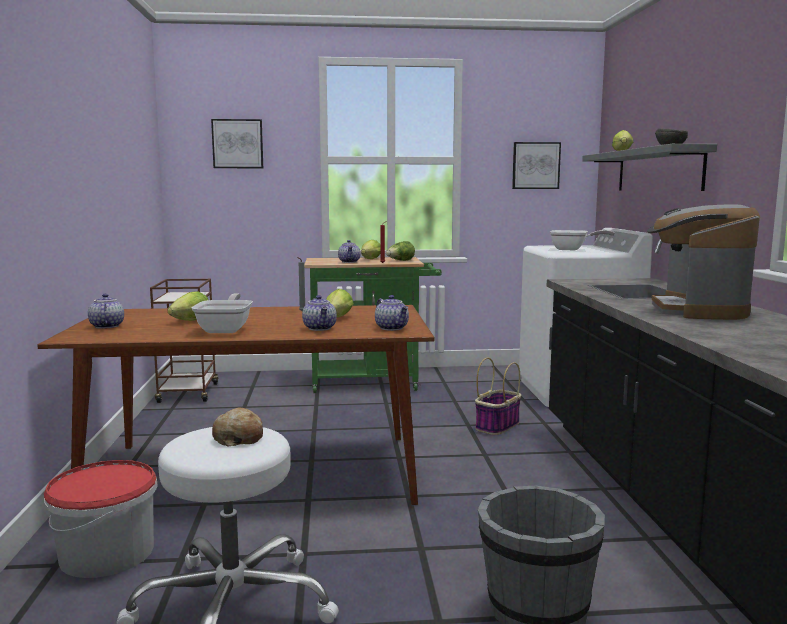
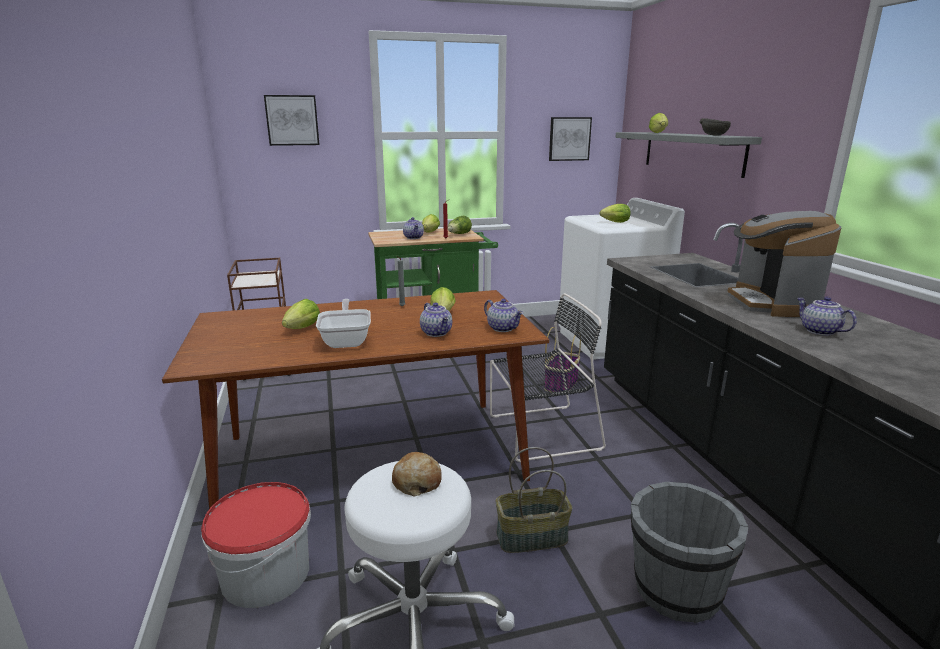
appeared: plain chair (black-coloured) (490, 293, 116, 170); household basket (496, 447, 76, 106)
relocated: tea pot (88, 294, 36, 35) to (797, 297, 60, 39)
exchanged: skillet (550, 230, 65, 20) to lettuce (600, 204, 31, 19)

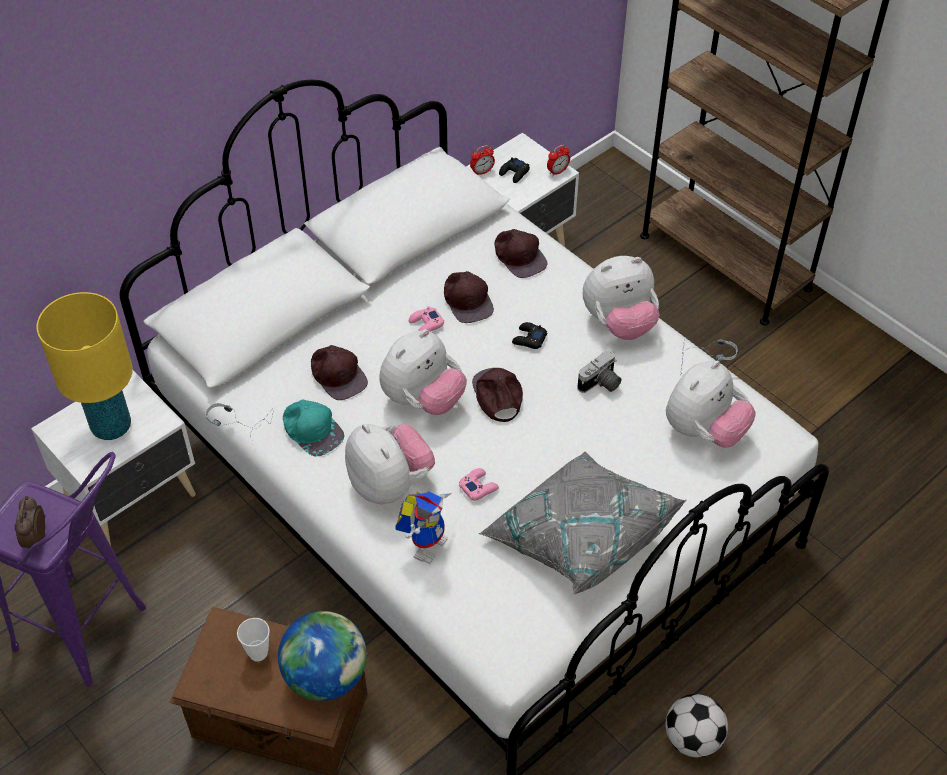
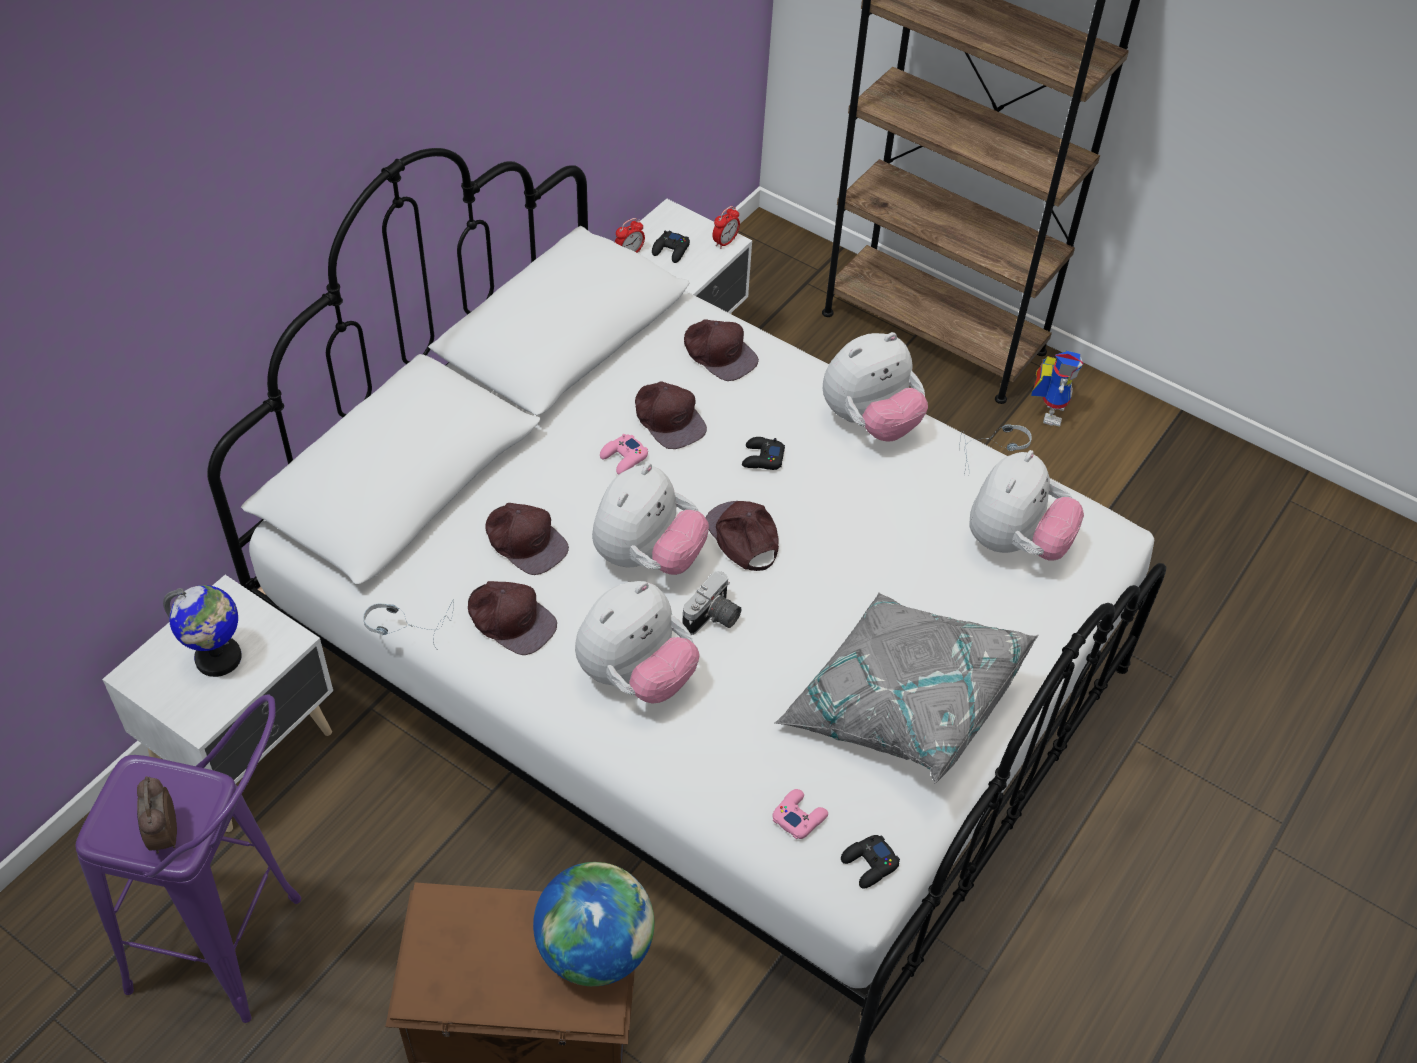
missing: cup (237, 618, 33, 43); football ball (665, 694, 63, 64)
appeared: joypad (black-coloured) (841, 835, 59, 54)
relocated: still camera (577, 350, 44, 43) to (682, 571, 59, 64); joypad (pink) (459, 468, 40, 33) to (772, 789, 56, 50); toy robot (395, 491, 57, 73) to (1031, 350, 52, 77)
exchanged: table lamp (yellowish) (36, 292, 97, 148) to world globe (163, 585, 79, 92)
colour: cap (turquoise-coloured) (283, 399, 61, 58) to cap (brown) (468, 581, 89, 74)
spun: soft toy (345, 424, 90, 80) = (575, 581, 125, 122) 90 degrees clockwise

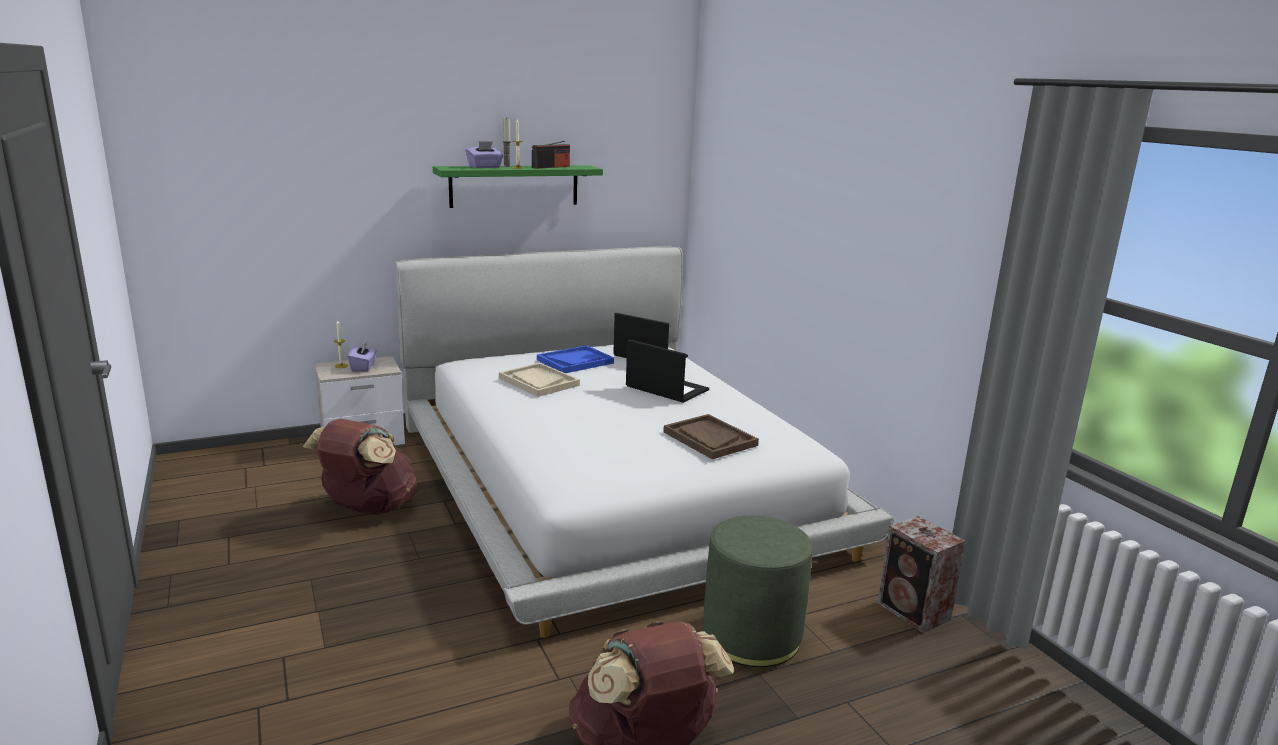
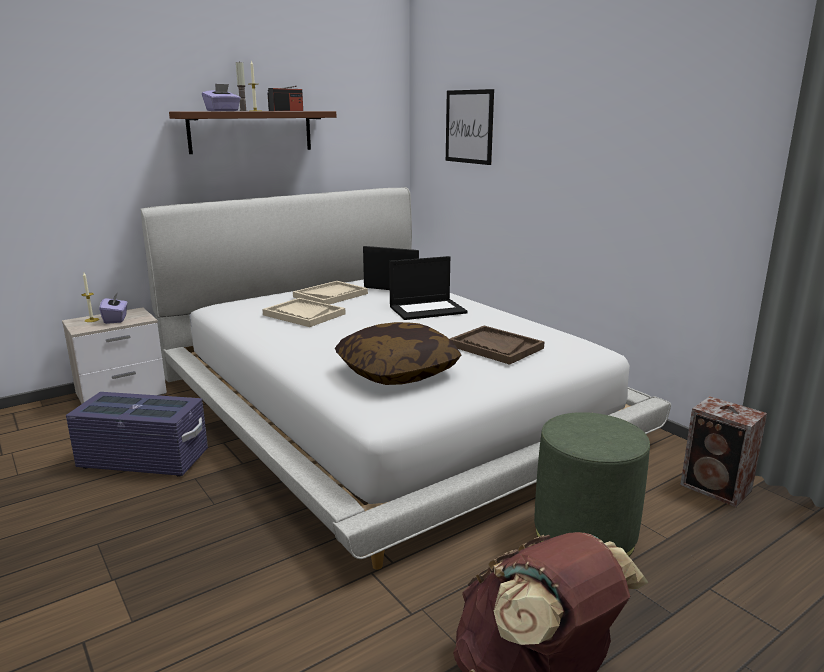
appeared: wall picture (446, 89, 48, 76); pillow (335, 322, 126, 63)
exchanged: backpack (brown) (303, 419, 115, 96) to storage container (purple) (66, 392, 142, 85)
colour: wall shelf (green) (433, 165, 170, 43) to wall shelf (brown) (169, 111, 167, 43); serving tray (bluish) (537, 345, 77, 28) to serving tray (beige-coloured) (293, 281, 75, 24)
spun: notebook computer (626, 339, 83, 64) = (389, 256, 79, 64) 135 degrees clockwise

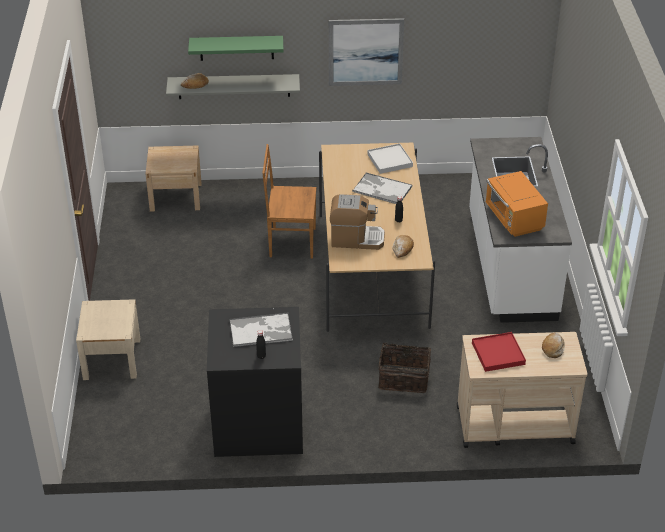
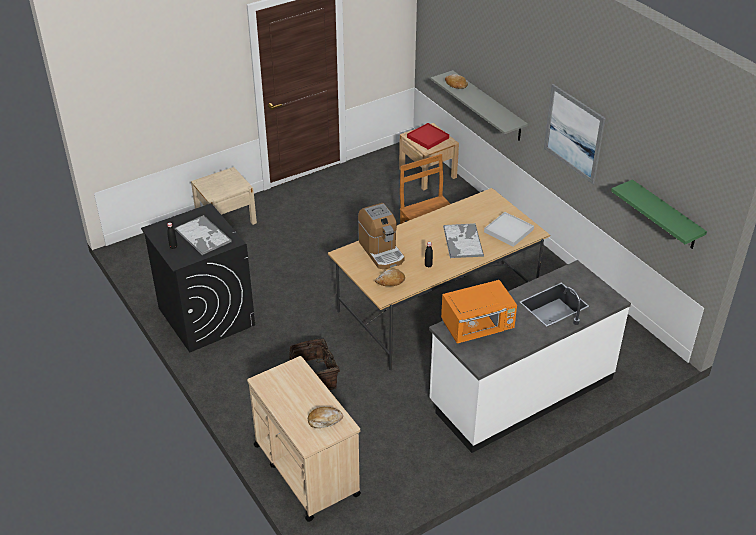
relocated: wall shelf (green) (188, 36, 96, 25) to (611, 180, 96, 69); serving tray (red) (472, 332, 54, 40) to (407, 123, 42, 27)
spun: microwave (orange-coloured) (485, 171, 63, 66) = (441, 280, 76, 64) 150 degrees counterclockwise

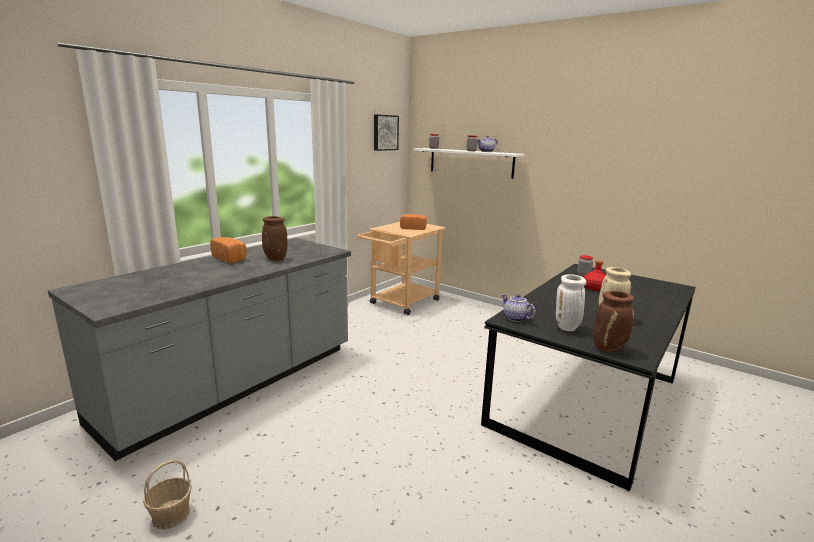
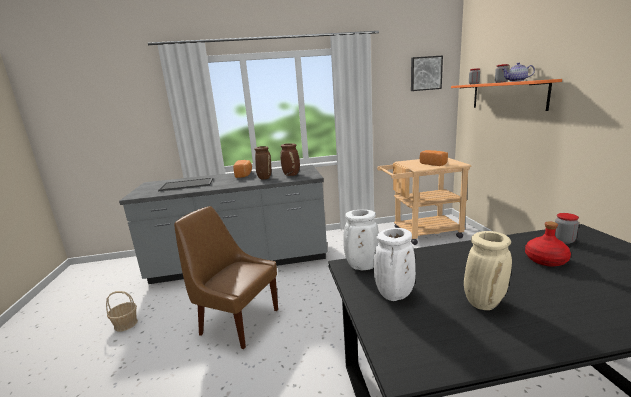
appeared: serving tray (158, 177, 55, 14); plain chair (brown) (174, 206, 104, 143)
relocated: flower vase (brown) (593, 291, 42, 61) to (280, 143, 20, 33)
exchanged: tea pot (502, 294, 34, 28) to flower vase (white) (343, 210, 36, 60)
colour: wall shelf (white) (413, 148, 112, 31) to wall shelf (orange-coloured) (451, 79, 111, 32)

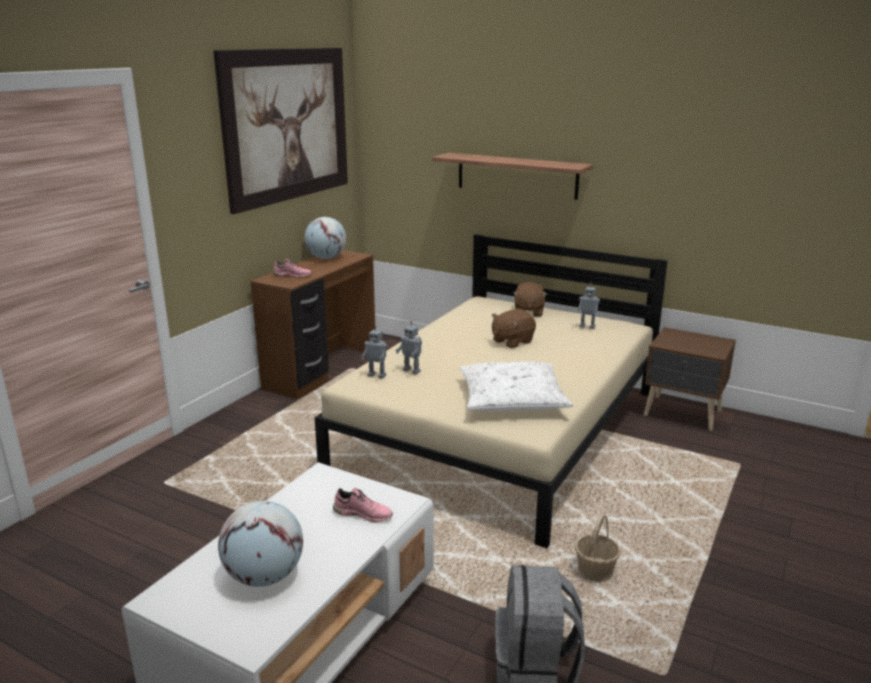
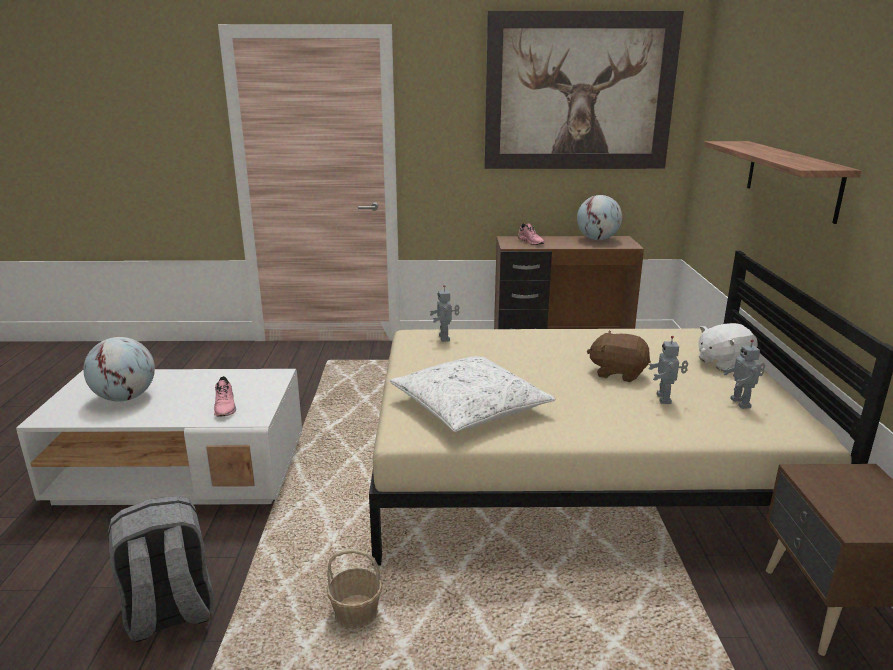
relocated: toy robot (396, 321, 26, 53) to (648, 336, 40, 68)
colour: soft toy (brown) (513, 282, 34, 35) to soft toy (white) (698, 323, 60, 48)

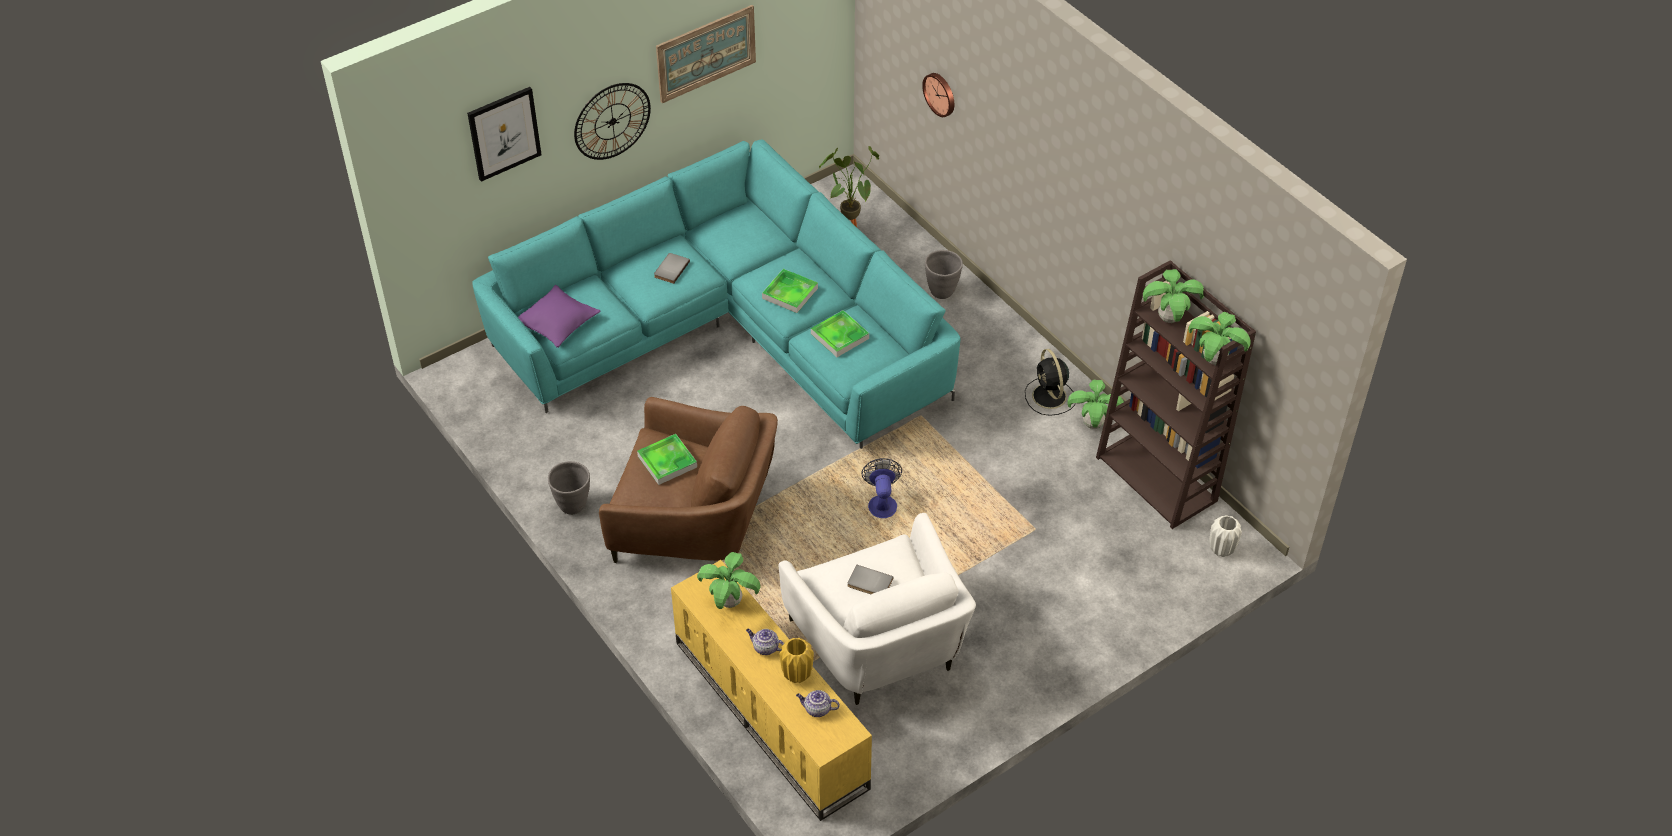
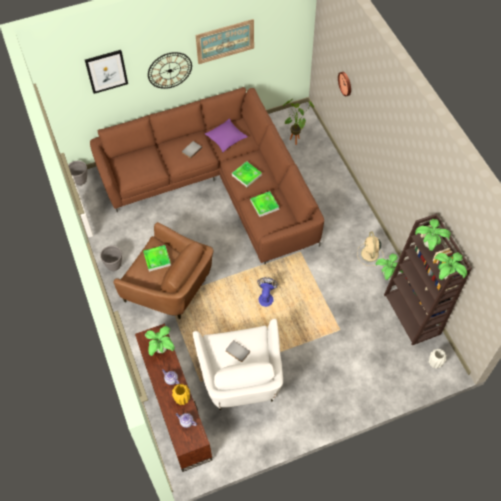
relocated: plant pot (grey) (925, 250, 38, 49) to (68, 161, 19, 25); pillow (purple) (518, 285, 83, 63) to (205, 119, 43, 33)
colour: sofa (turquoise-coloured) (472, 139, 489, 310) to sofa (brown) (90, 87, 234, 177); electric fan (black-coloured) (1025, 349, 51, 67) to electric fan (beige-coloured) (357, 231, 27, 35); tv unit (yellowish) (671, 560, 201, 261) to tv unit (brown) (135, 323, 78, 149)

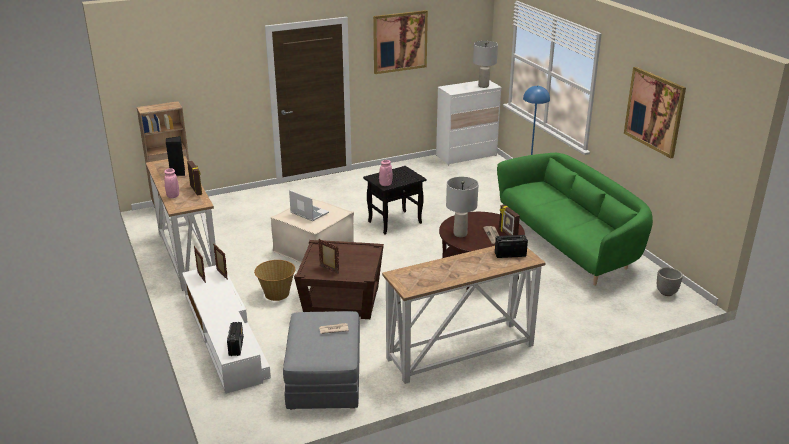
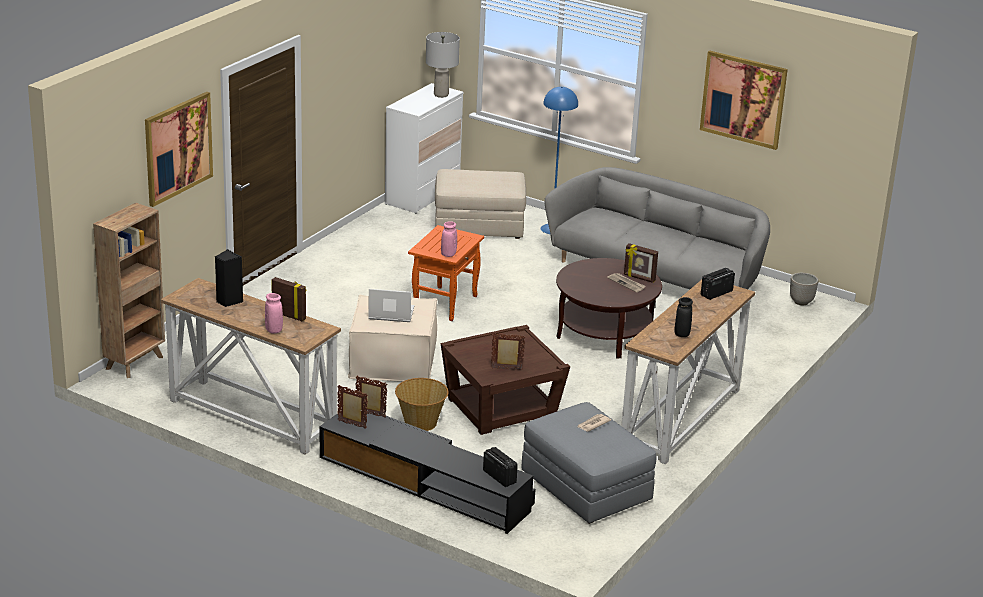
missing: table lamp (grey) (446, 177, 33, 60)
appeared: pouffe (beige-coloured) (435, 169, 91, 70); flower vase (black-coloured) (675, 297, 18, 40)
relocated: wall picture (373, 10, 55, 64) to (145, 92, 68, 115)
colour: sofa (green) (497, 153, 156, 133) to sofa (grey) (545, 167, 225, 122); accent table (black-coloured) (363, 166, 64, 69) to accent table (orange-coloured) (408, 225, 76, 96); tv unit (white) (182, 265, 89, 129) to tv unit (black-coloured) (320, 410, 216, 124)

